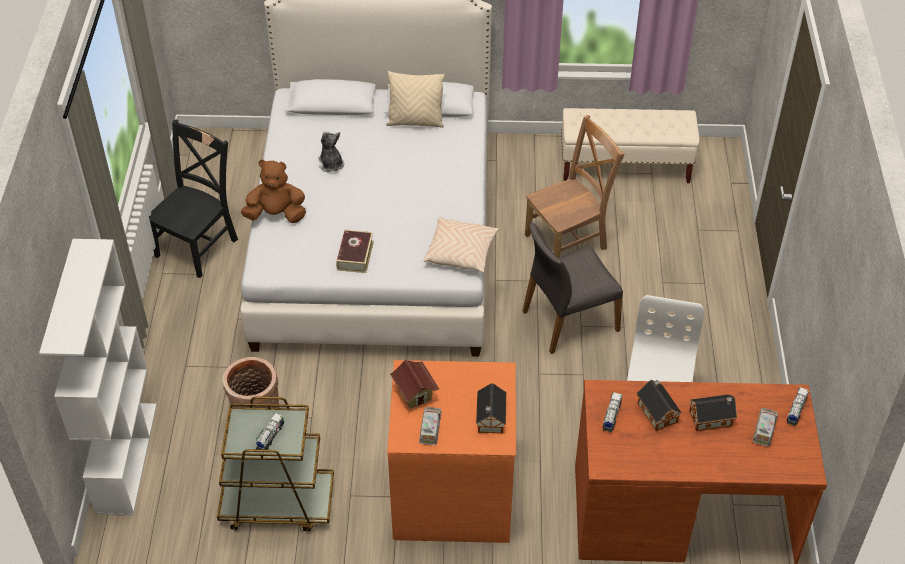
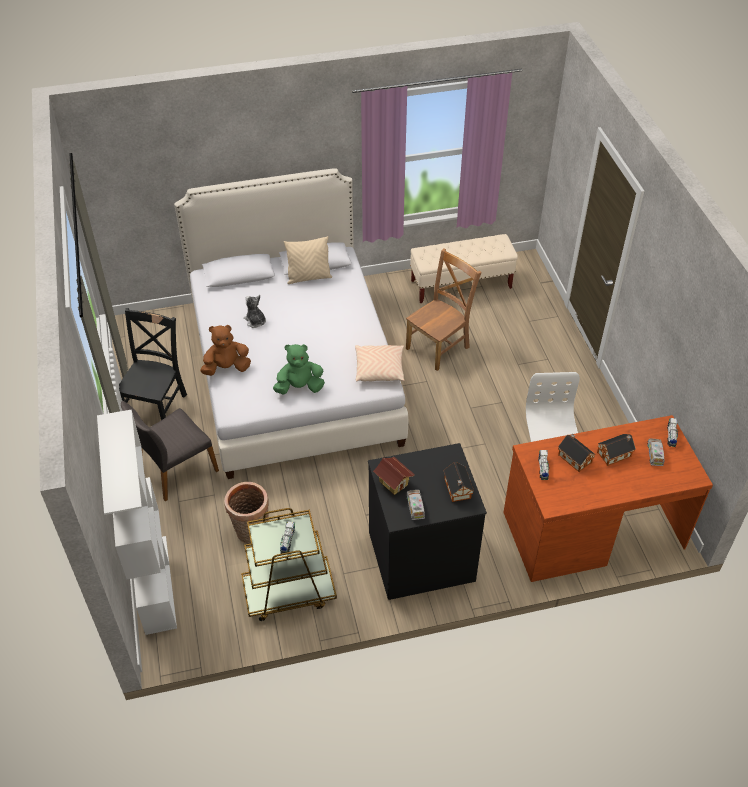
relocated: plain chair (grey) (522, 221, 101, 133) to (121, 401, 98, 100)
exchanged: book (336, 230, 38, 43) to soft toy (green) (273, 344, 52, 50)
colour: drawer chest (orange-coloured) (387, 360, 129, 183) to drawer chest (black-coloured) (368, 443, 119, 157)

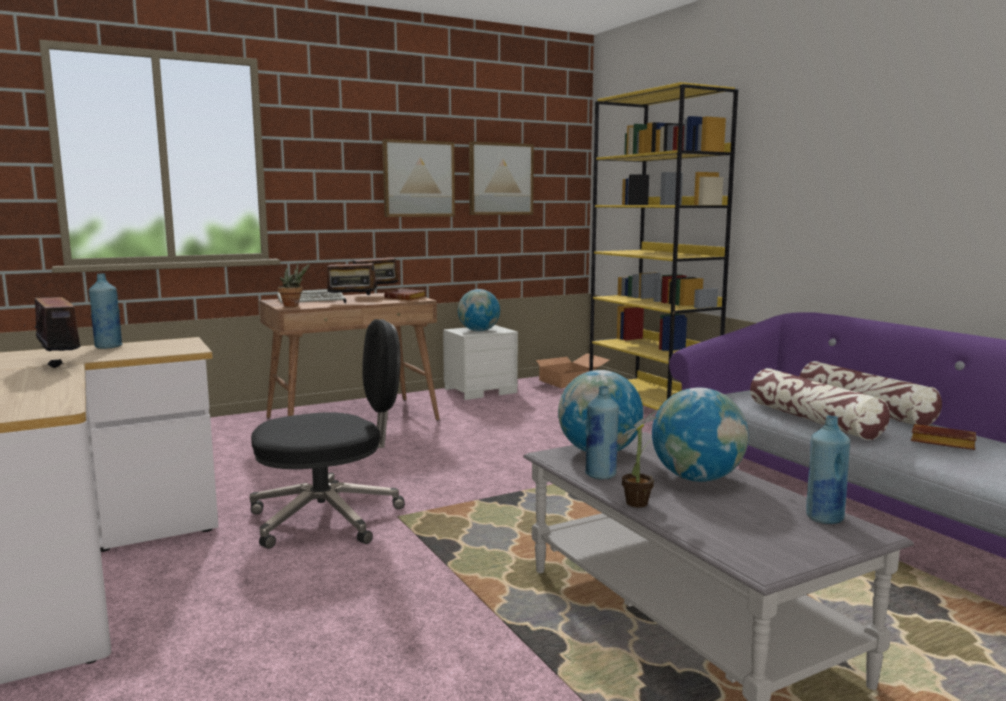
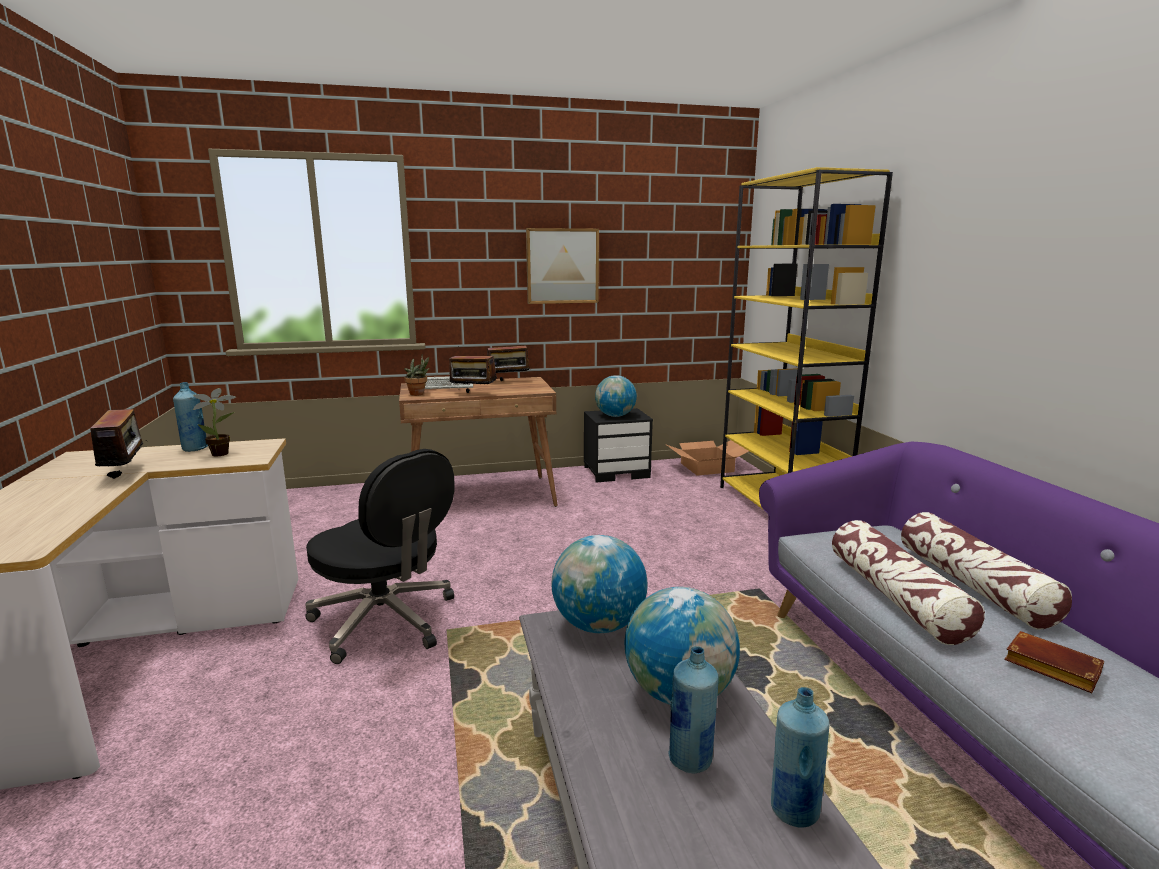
missing: wall picture (469, 141, 65, 74); book (brown) (384, 289, 42, 11)
relocated: bottle (bluish) (585, 386, 34, 93) to (668, 646, 51, 127); houseplant (617, 407, 46, 100) to (193, 388, 43, 68)
colour: bedside table (white) (443, 325, 75, 75) to bedside table (black-coloured) (584, 408, 69, 75)
spun: computer chair (black-coloured) (250, 319, 155, 230) = (305, 449, 149, 215) 45 degrees clockwise

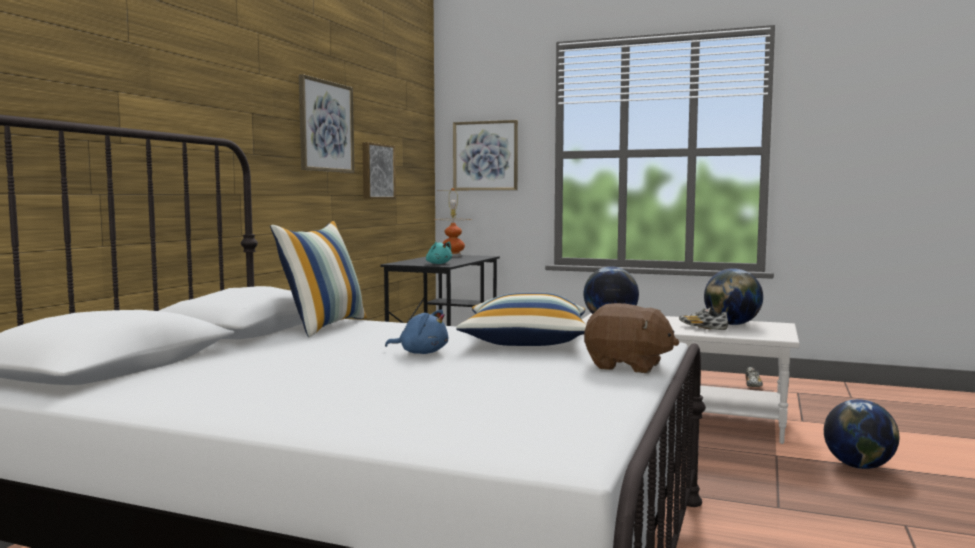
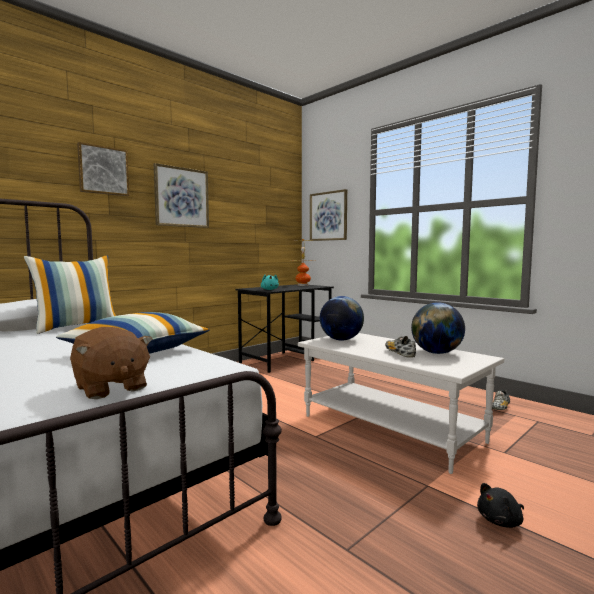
missing: soft toy (bluish) (385, 309, 63, 45)
relocated: wall picture (362, 142, 34, 57) to (77, 142, 52, 54)
exchanged: world globe (824, 399, 75, 70) to soft toy (black-coloured) (477, 483, 47, 45)

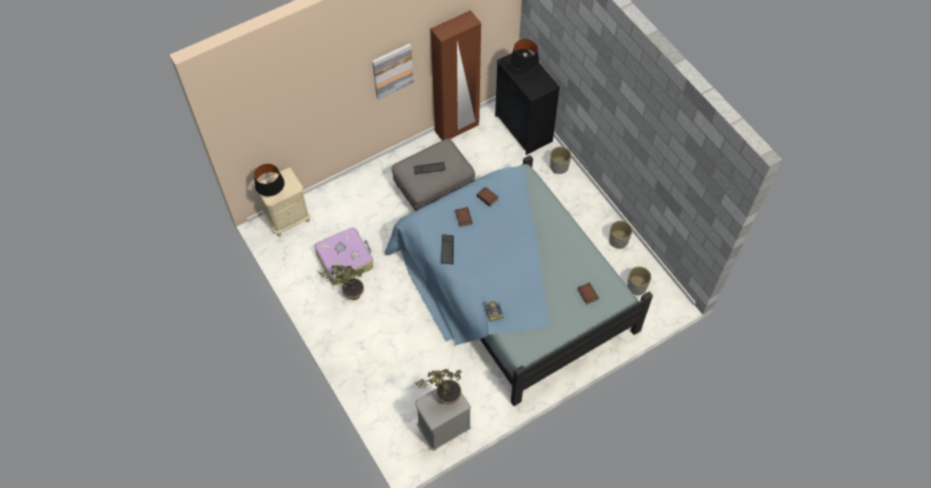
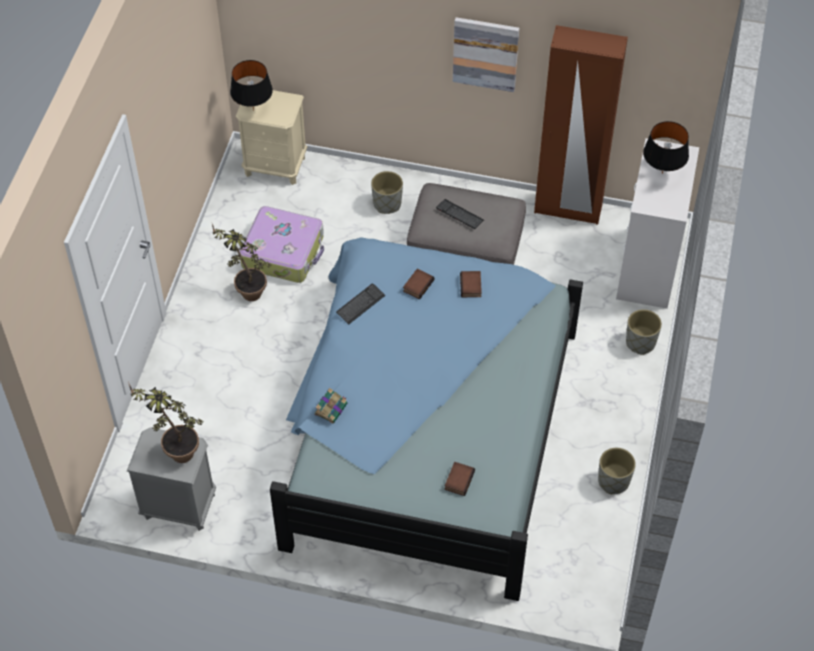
relocated: plant pot (grey) (627, 266, 24, 29) to (371, 171, 32, 43)
colour: drawer chest (black-coloured) (495, 49, 65, 106) to drawer chest (white) (616, 138, 83, 171)

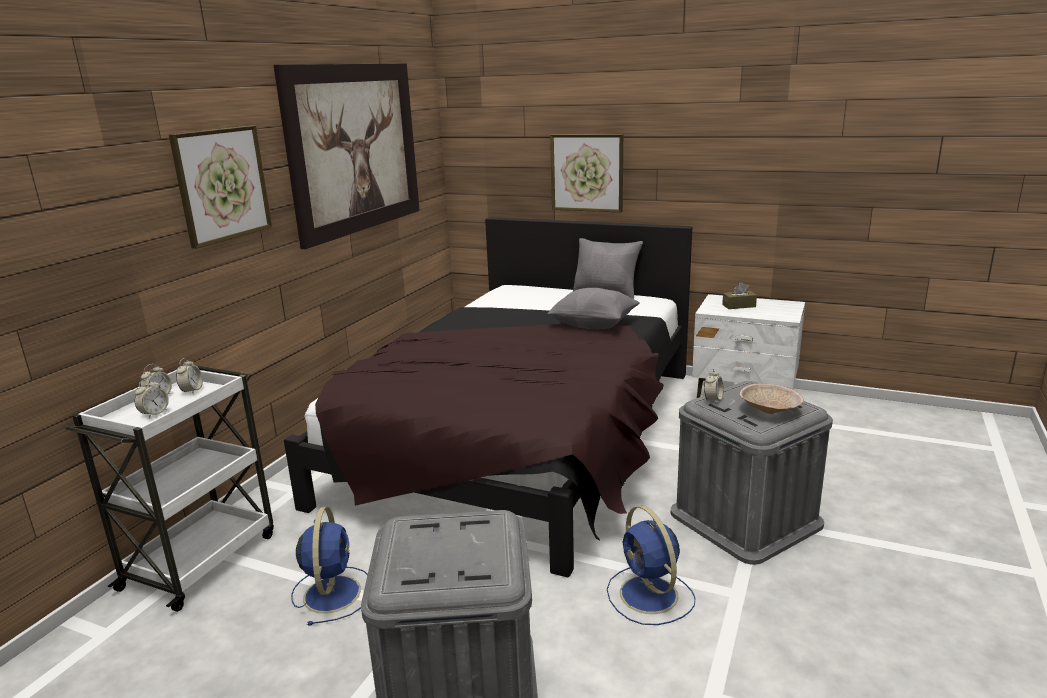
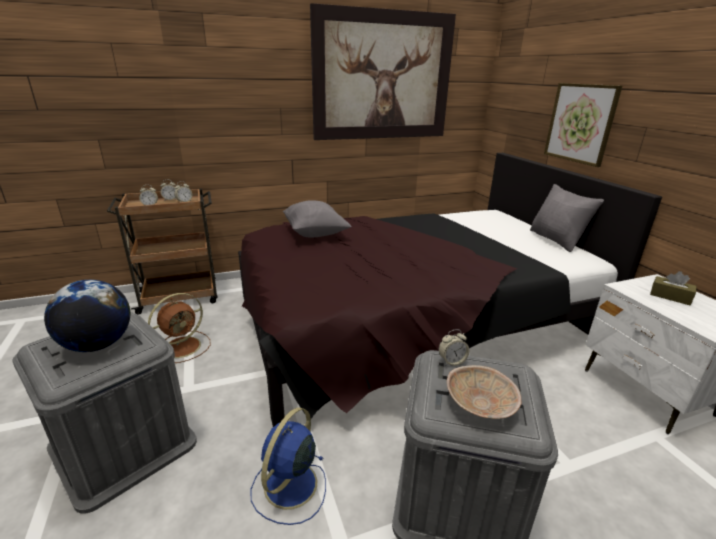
missing: wall picture (169, 126, 103, 123)
appeared: world globe (44, 280, 86, 72)
relocated: pillow (grey) (547, 288, 92, 42) to (283, 200, 69, 37)
colour: wheeled cart (white) (65, 366, 209, 246) to wheeled cart (brown) (107, 189, 111, 126); electric fan (bluish) (291, 507, 77, 119) to electric fan (brown) (148, 293, 63, 70)

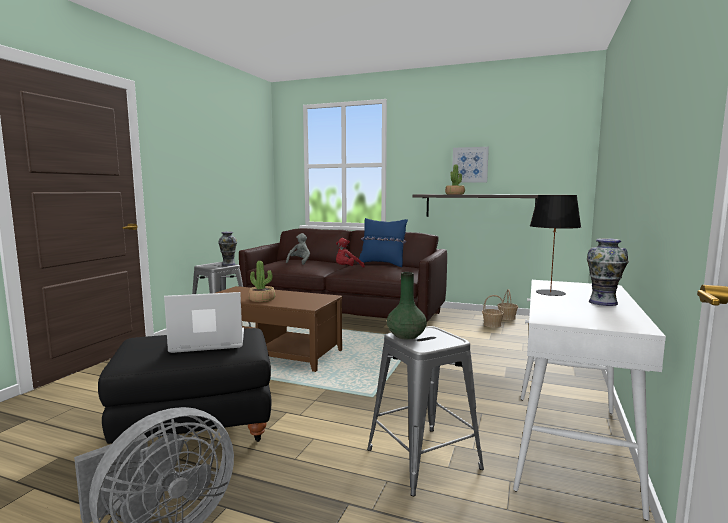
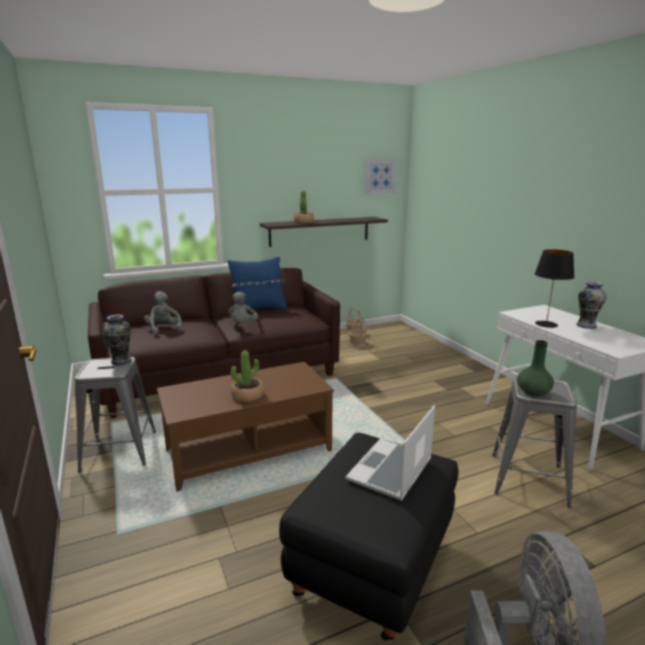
relocated: wall picture (452, 147, 37, 36) to (365, 158, 32, 36)
colour: soft toy (red) (336, 238, 29, 30) to soft toy (grey) (228, 292, 31, 31)

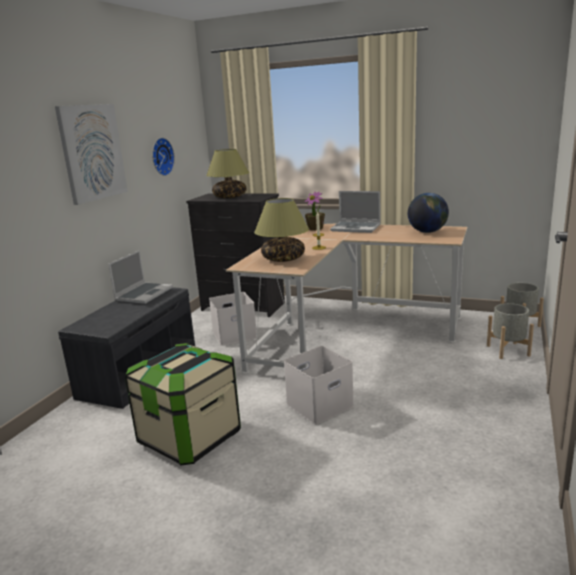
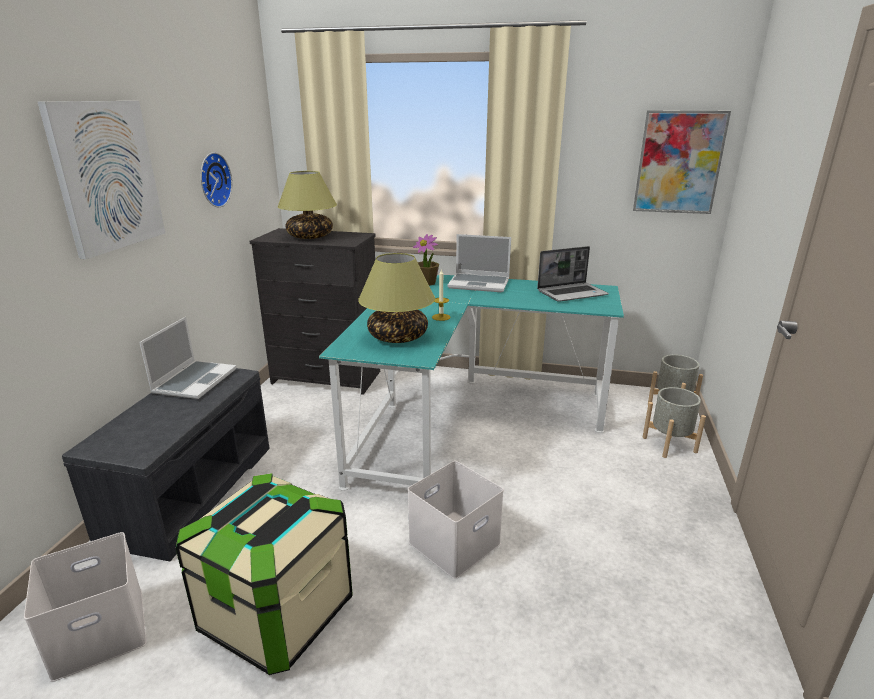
appeared: wall picture (633, 110, 98, 104)
relocated: storage container (white) (209, 292, 48, 54) to (24, 532, 123, 150)
exchanged: world globe (408, 193, 41, 40) to notebook computer (537, 246, 72, 56)
colour: desk (beige-coloured) (226, 224, 242, 150) to desk (turquoise-coloured) (319, 275, 305, 221)

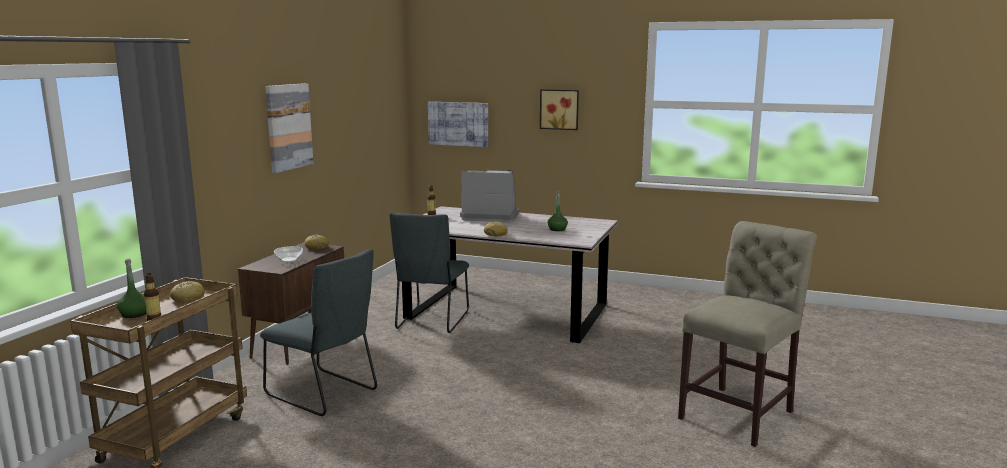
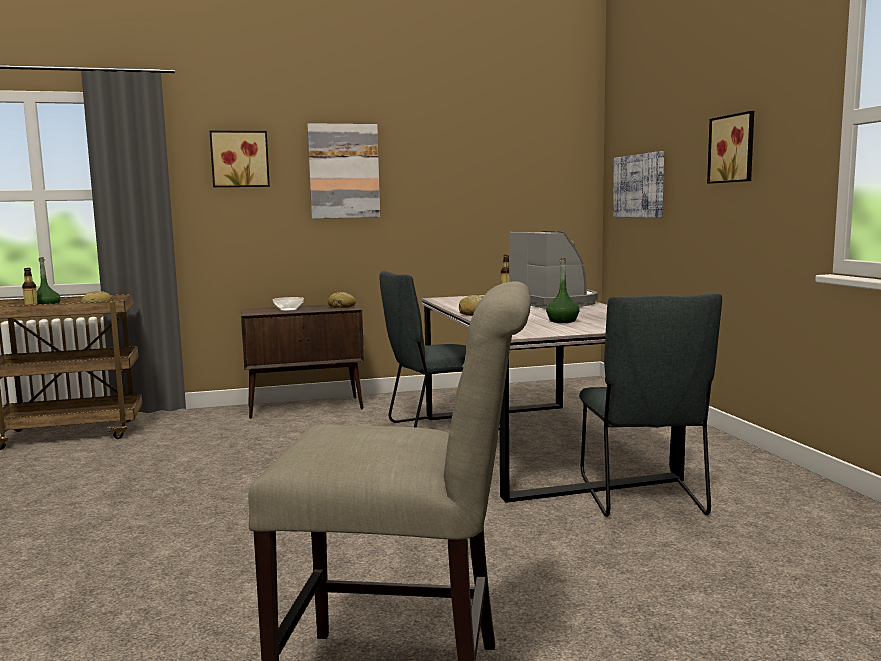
appeared: wall picture (210, 130, 60, 57)
relocated: plain chair (grey) (260, 249, 117, 167) to (579, 293, 143, 224)

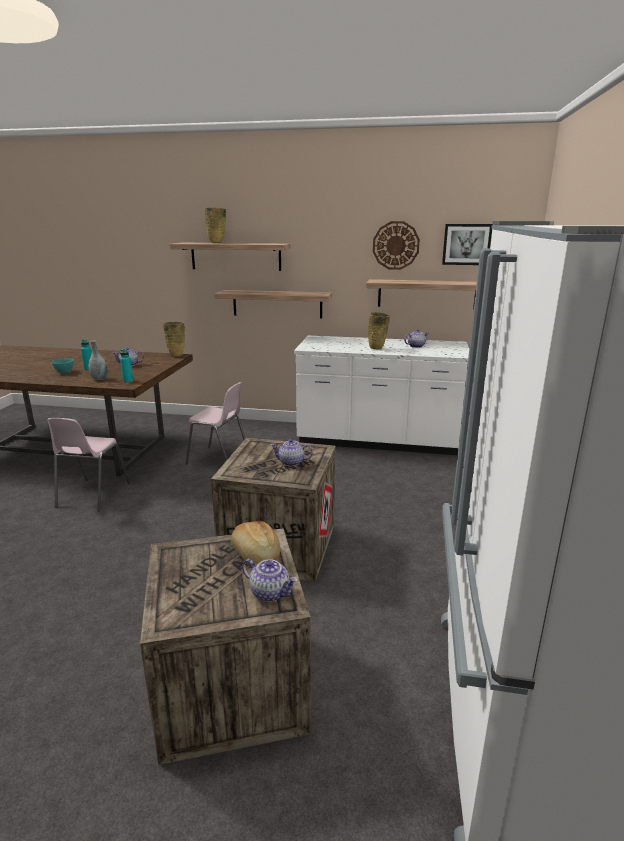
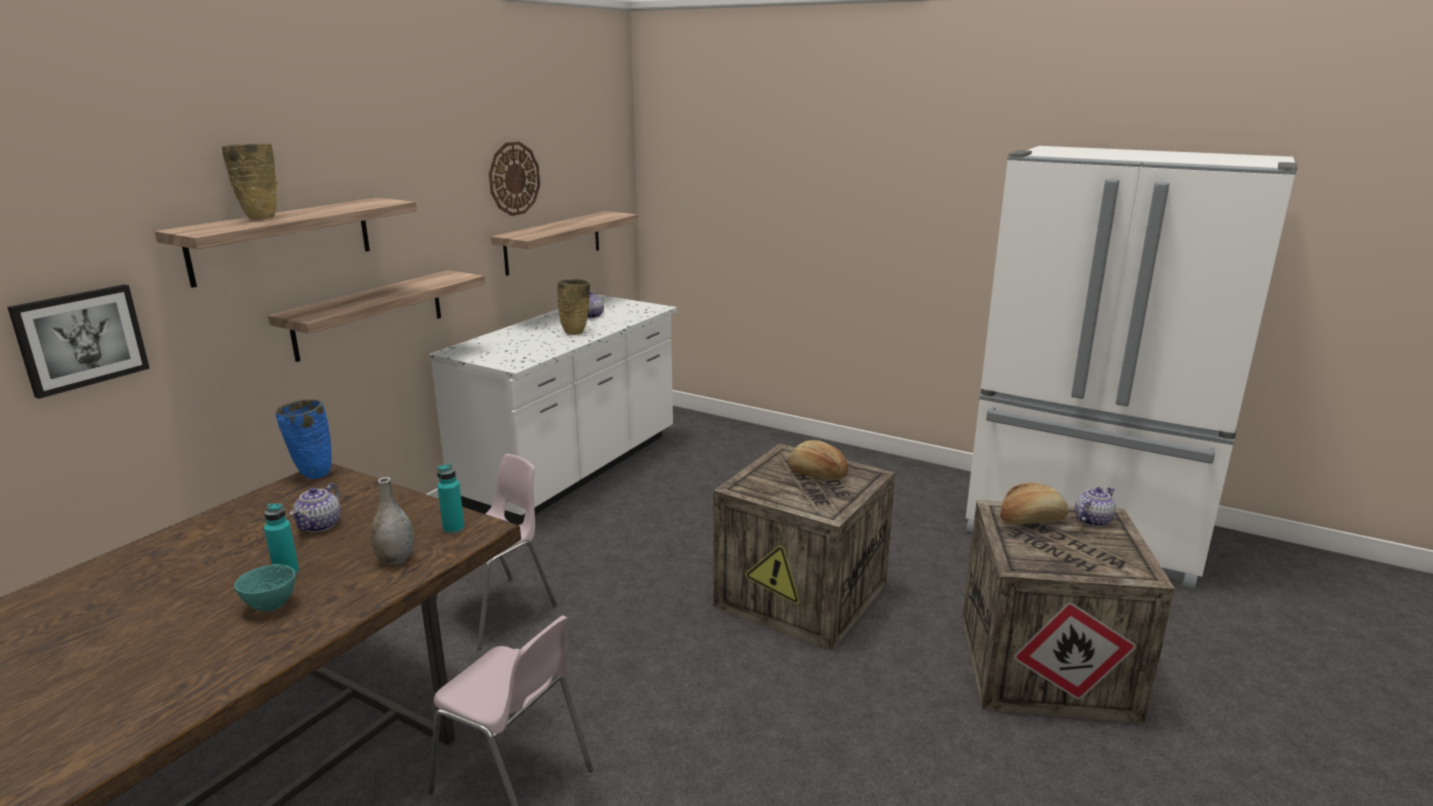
relocated: wall picture (442, 224, 50, 41) to (7, 284, 143, 115)
exchanged: tea pot (270, 439, 43, 27) to baked bread (788, 440, 60, 40)
colour: flower vase (beige-coloured) (163, 322, 22, 35) to flower vase (bluish) (275, 399, 57, 80)

